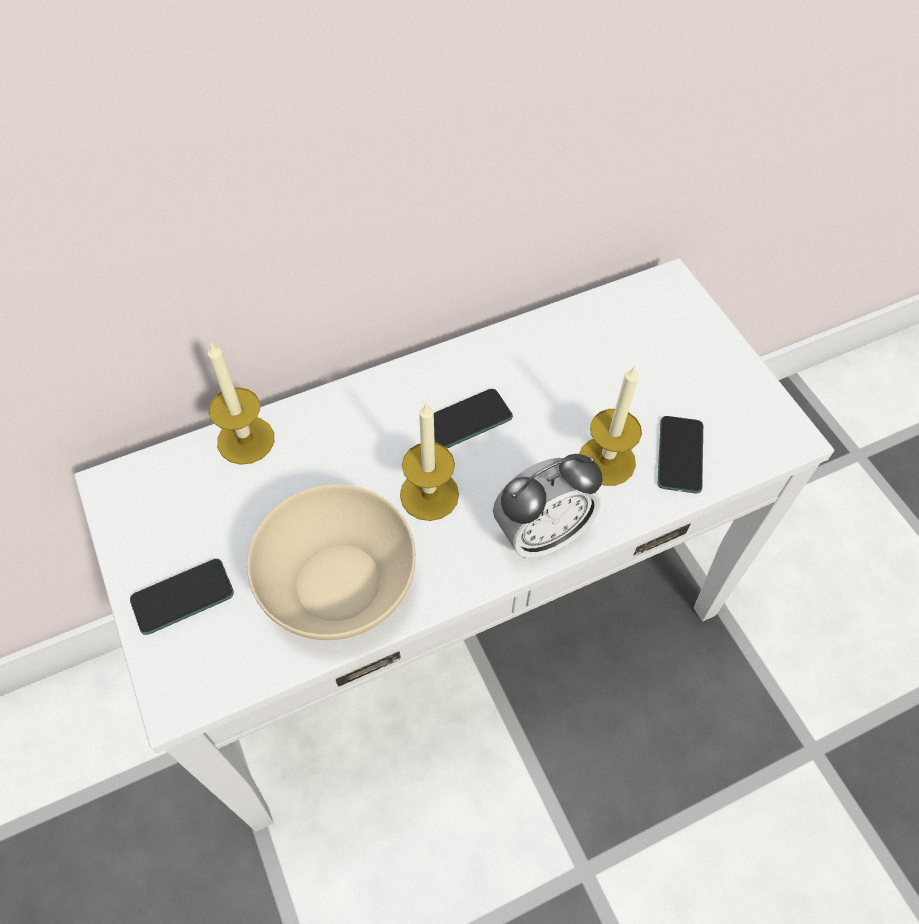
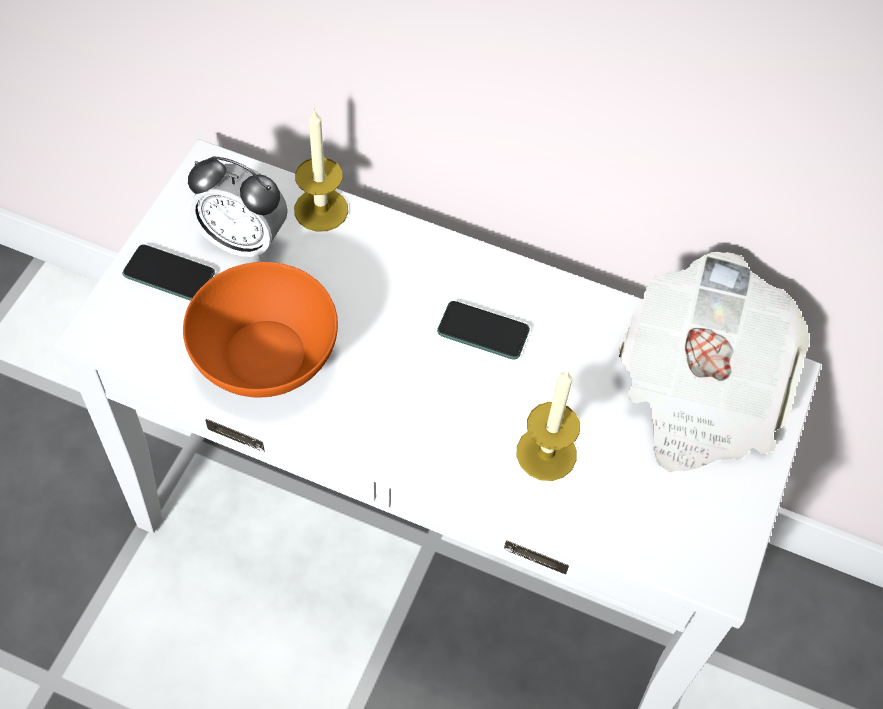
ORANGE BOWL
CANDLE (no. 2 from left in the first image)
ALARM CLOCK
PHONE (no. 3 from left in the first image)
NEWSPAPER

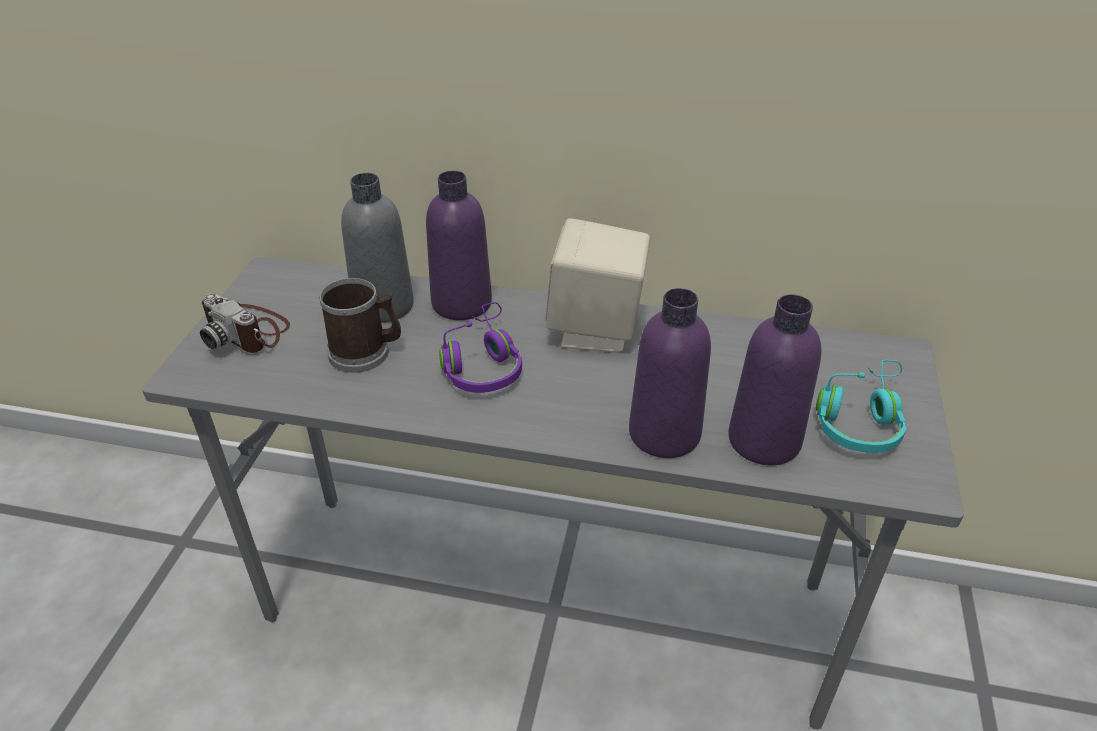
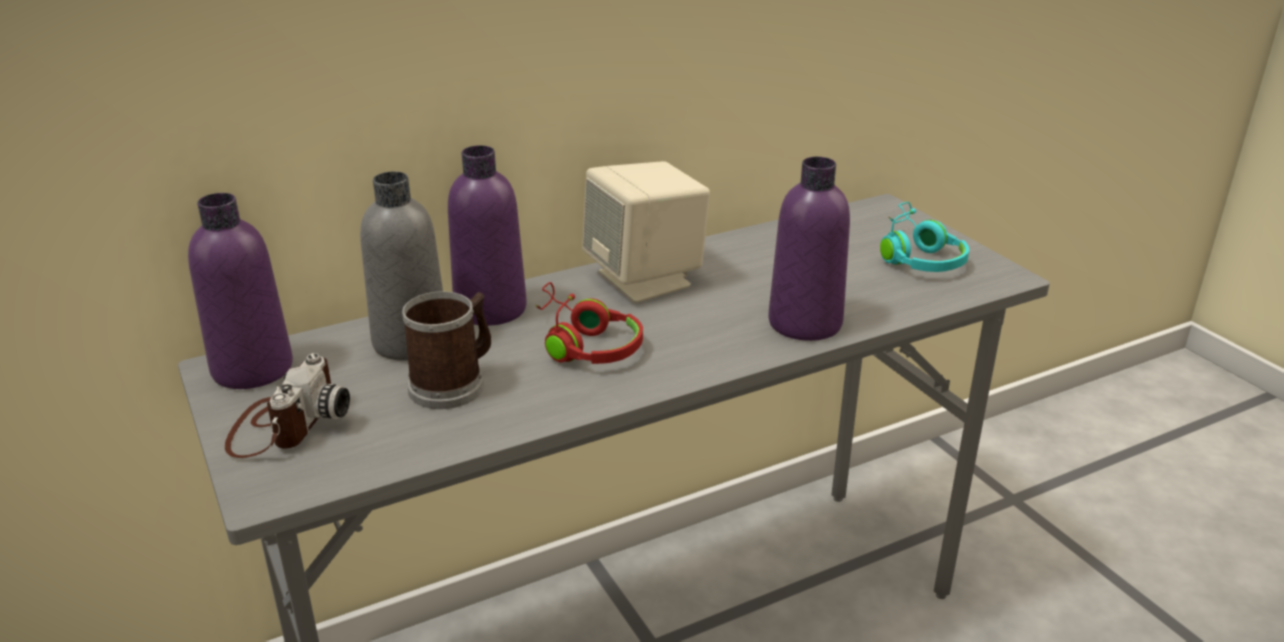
PHOTO CAMERA
RED HEADPHONES
PURPLE BOTTLE (no. 1 from left)

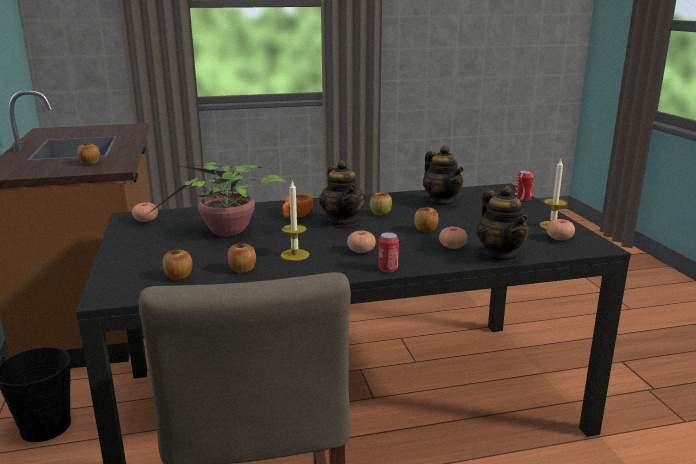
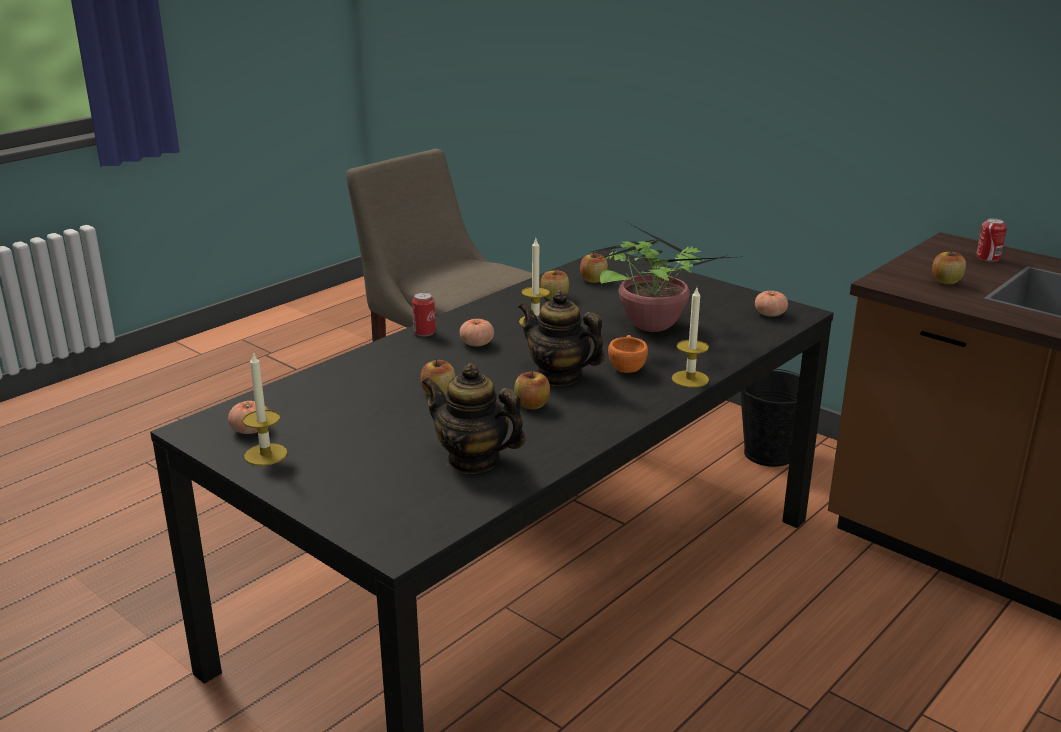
TOMATO (no. 3 from left in the first image)
TEAPOT (no. 3 from left in the first image)
CAN (no. 2 from left)
CANDLE (no. 3 from left)

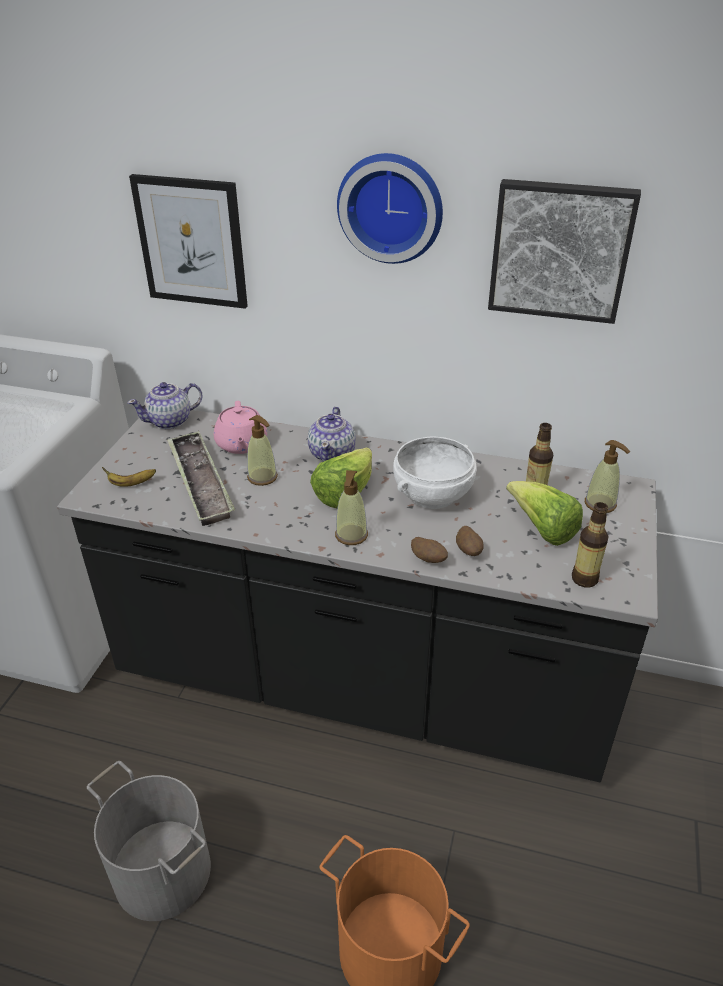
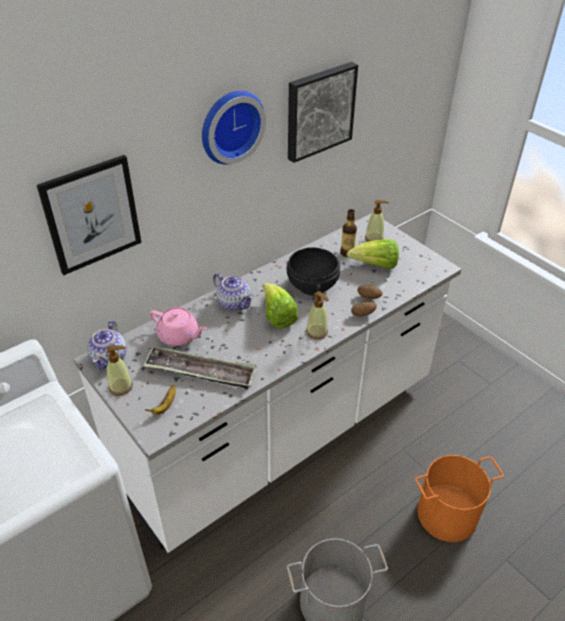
WHITE COUNTER
SOAP DISPENSER (no. 1 from left)
BLACK BOWL
BOTTLE (no. 2 from left in the first image)

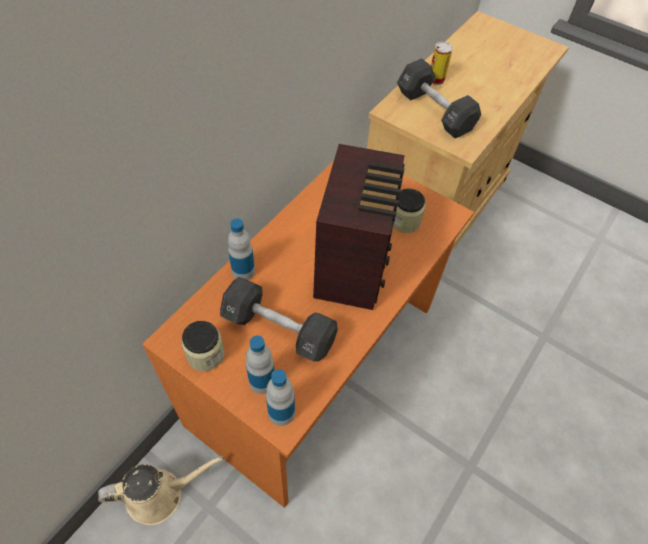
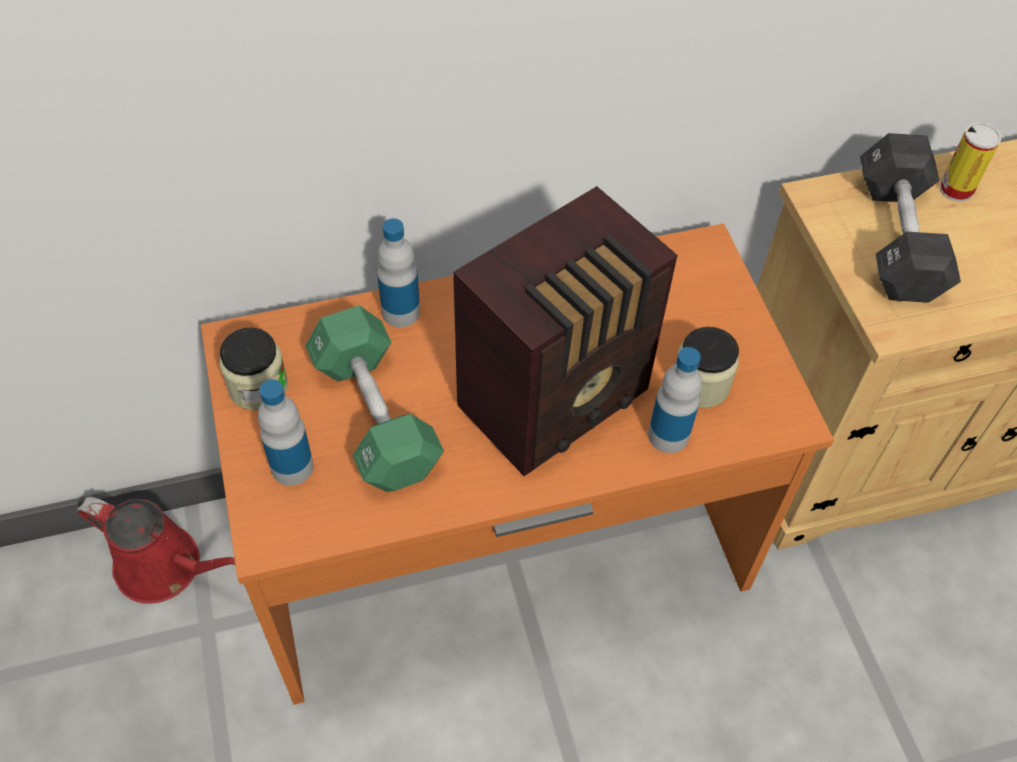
RED WATERING CAN
GREEN DUMBBELL
BOTTLE (no. 3 from left)

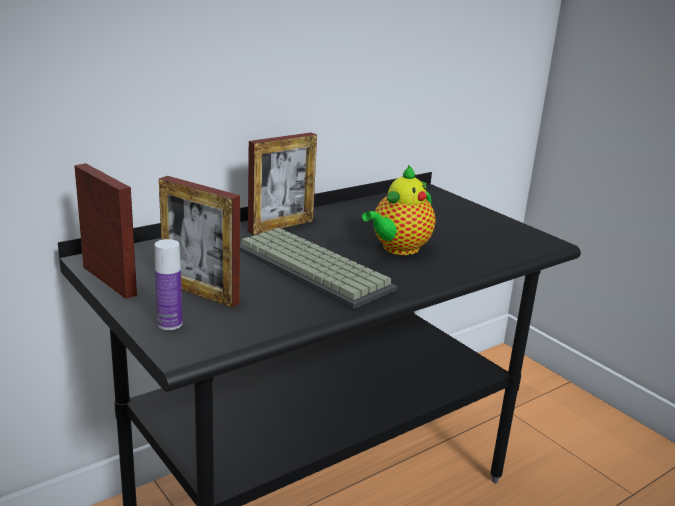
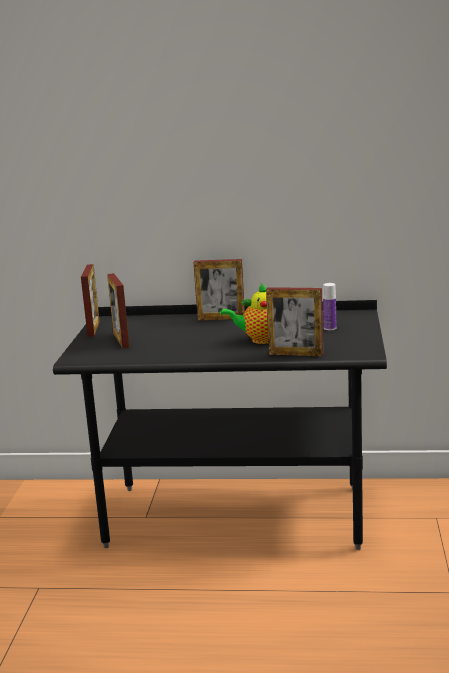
BOTTLE
KEYBOARD
PICTURE FRAME (no. 4 from left)

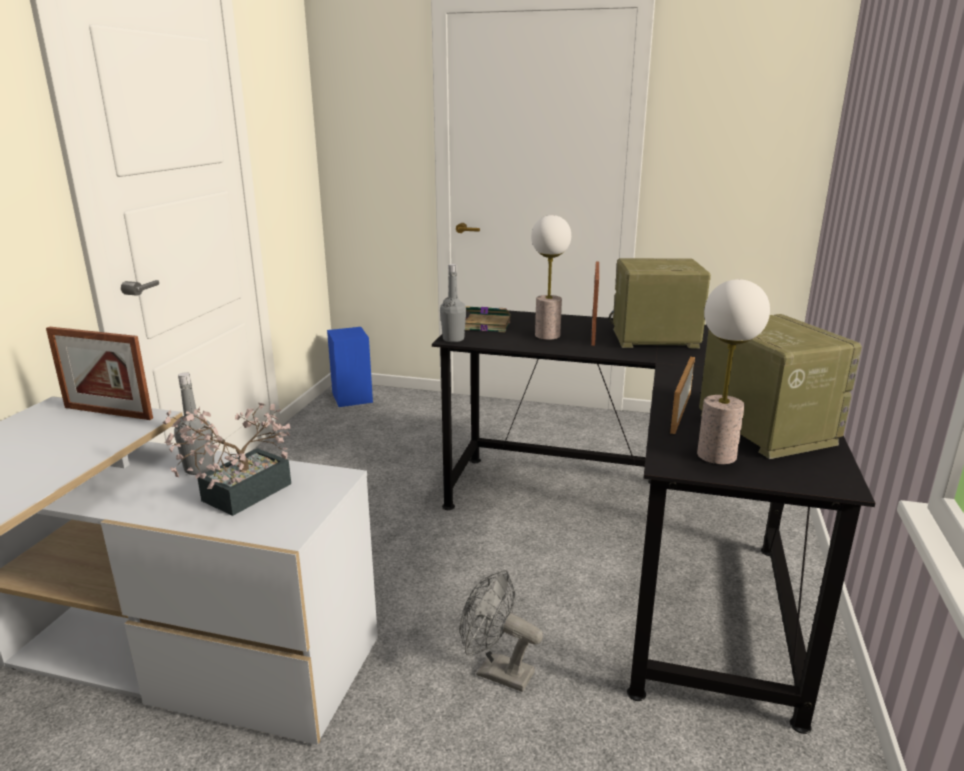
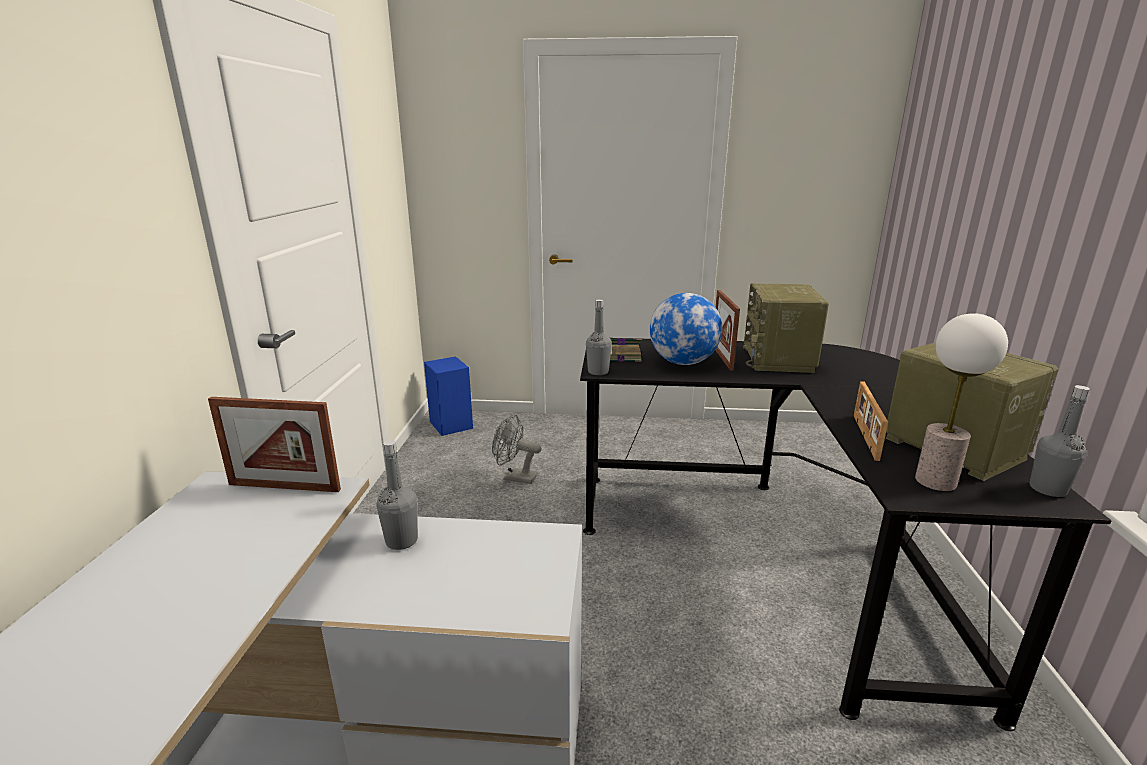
POTTED PLANT
GREY FAN
GLOBE
RADIO (no. 1 from left)
GREY BOTTLE (no. 3 from left)

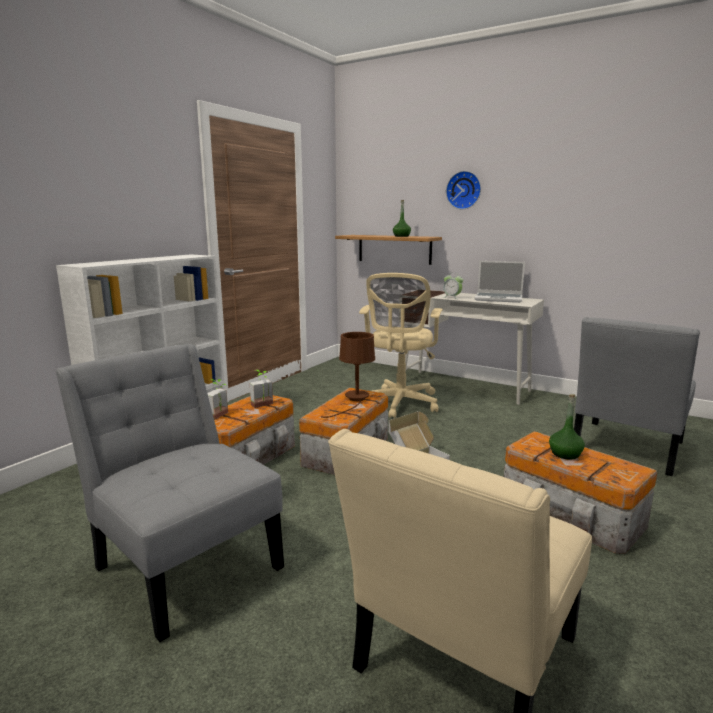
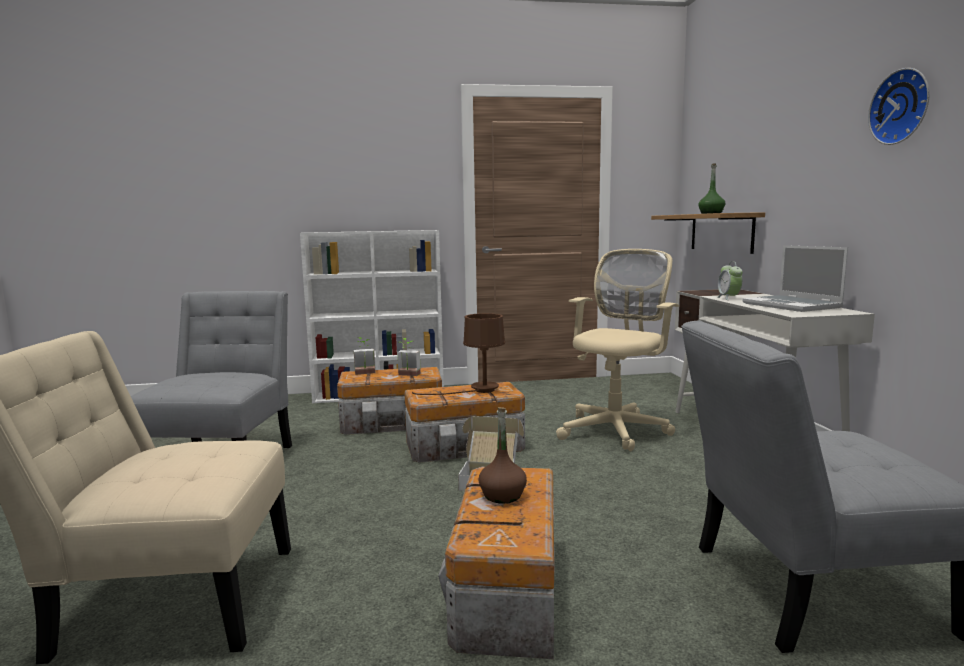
BEIGE OFFICE CHAIR
WALL CLOCK
BROWN BOTTLE

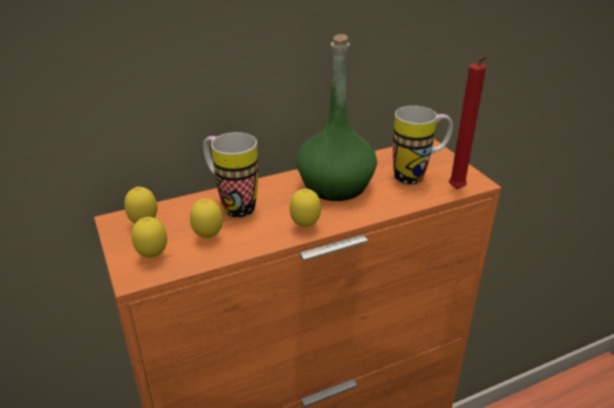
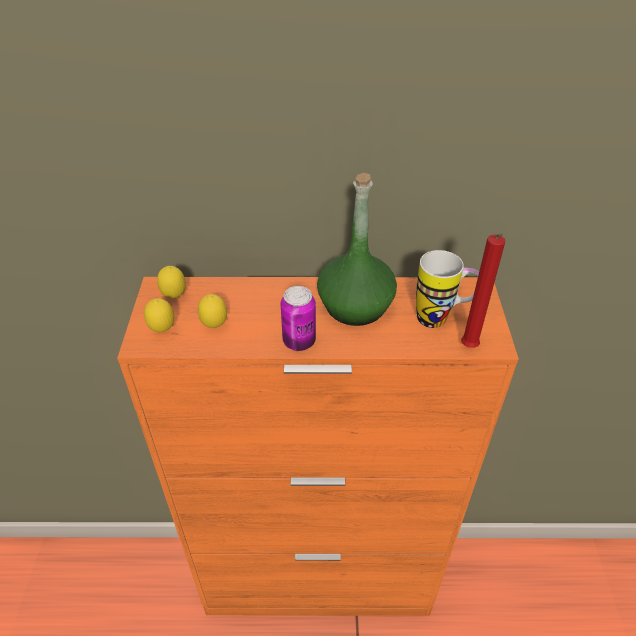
MUG (no. 1 from left in the first image)
CAN

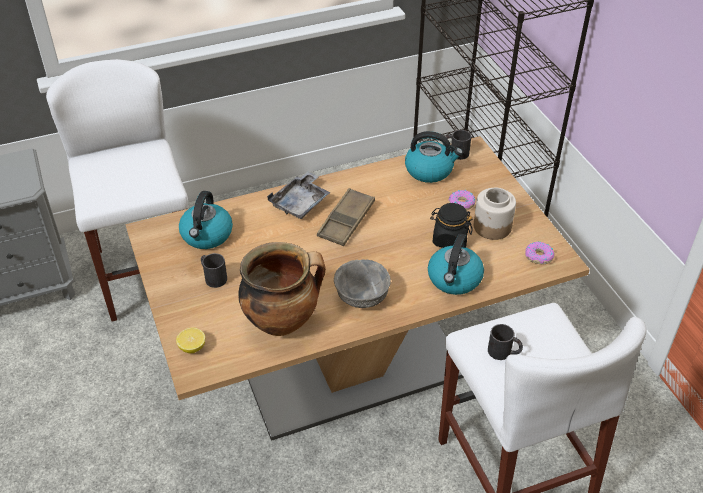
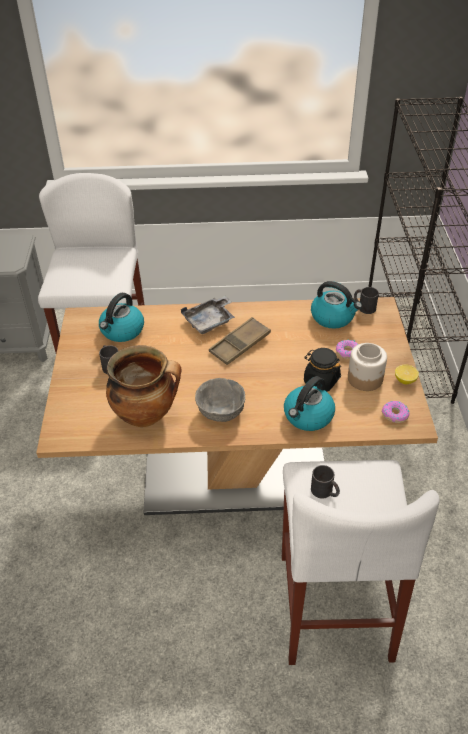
LEMON

